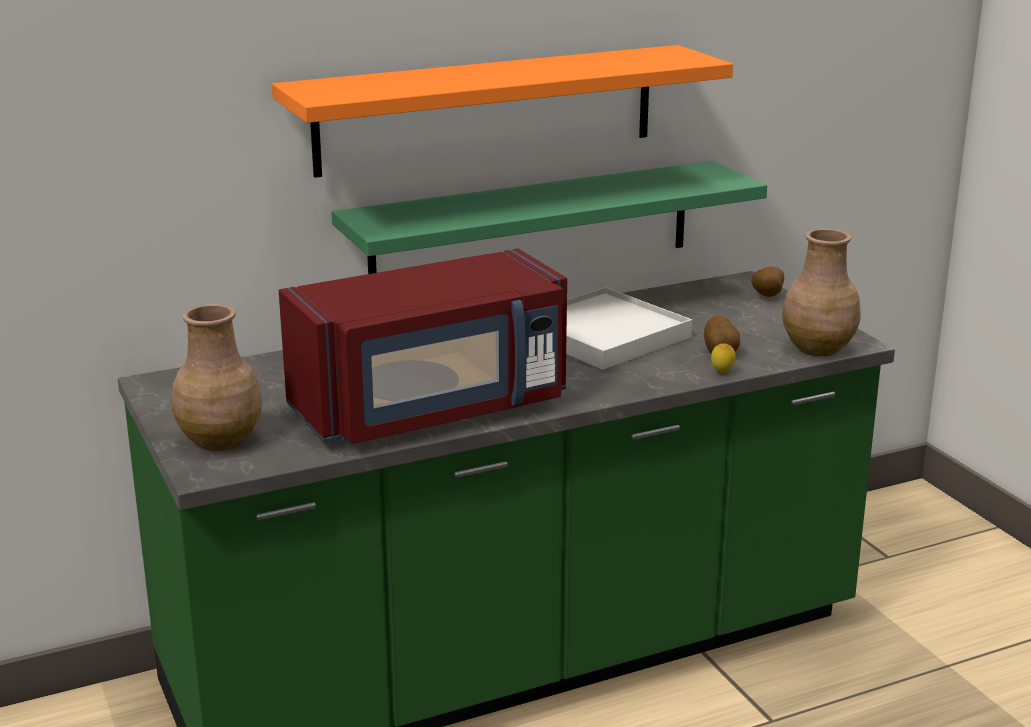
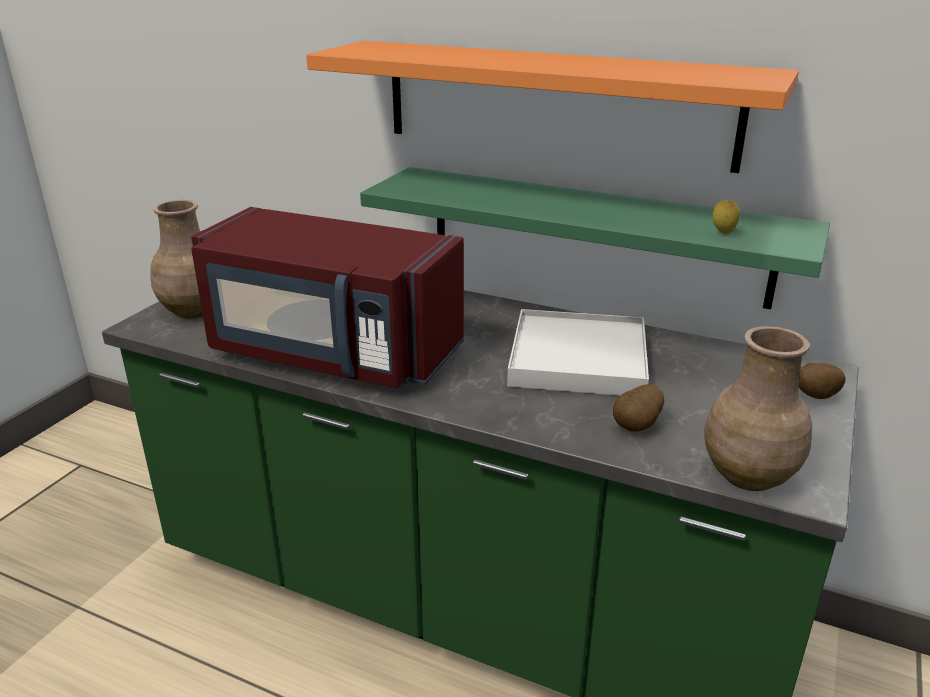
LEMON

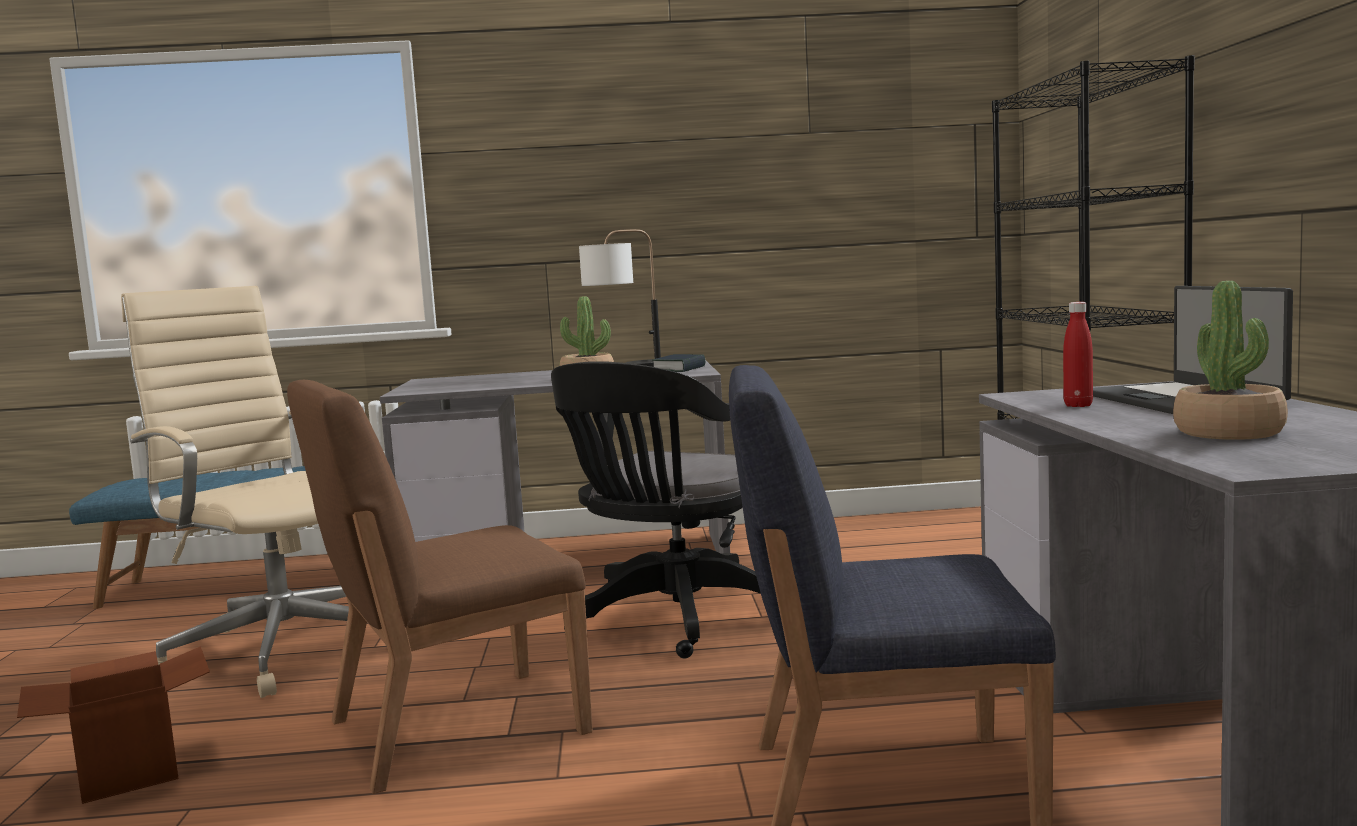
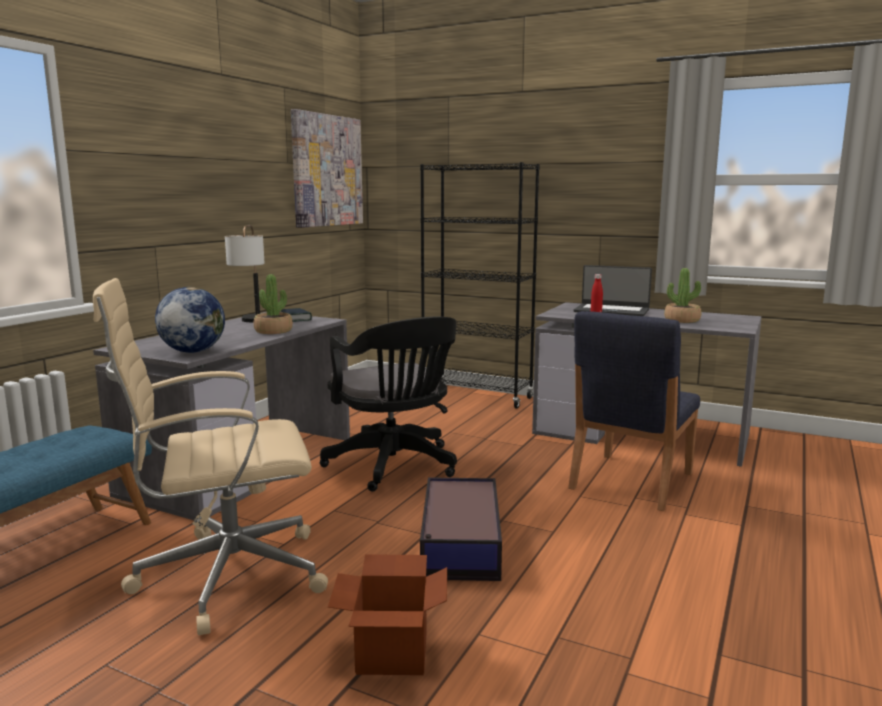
STORAGE BOX
GLOBE
PICTURE

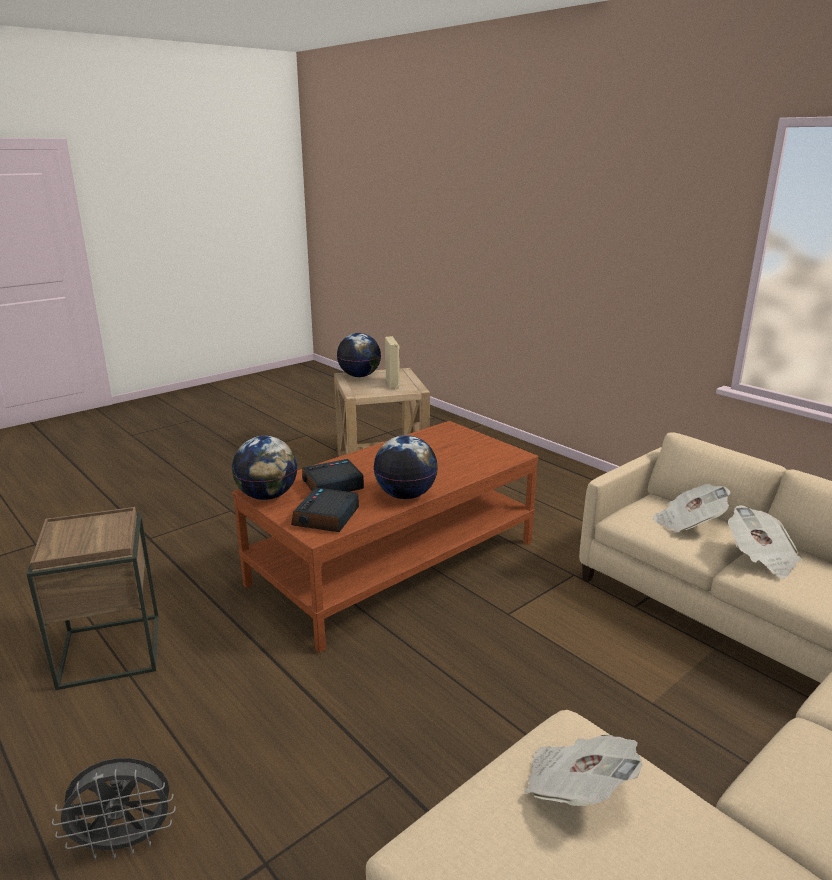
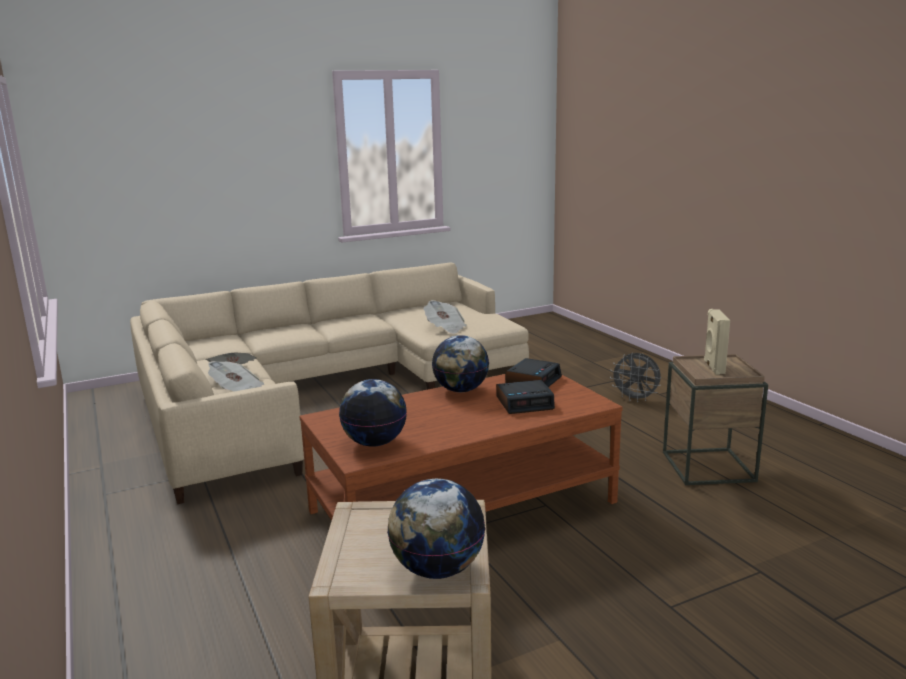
GREY FAN
GLOBE (no. 1 from left)
BEIGE SPEAKER

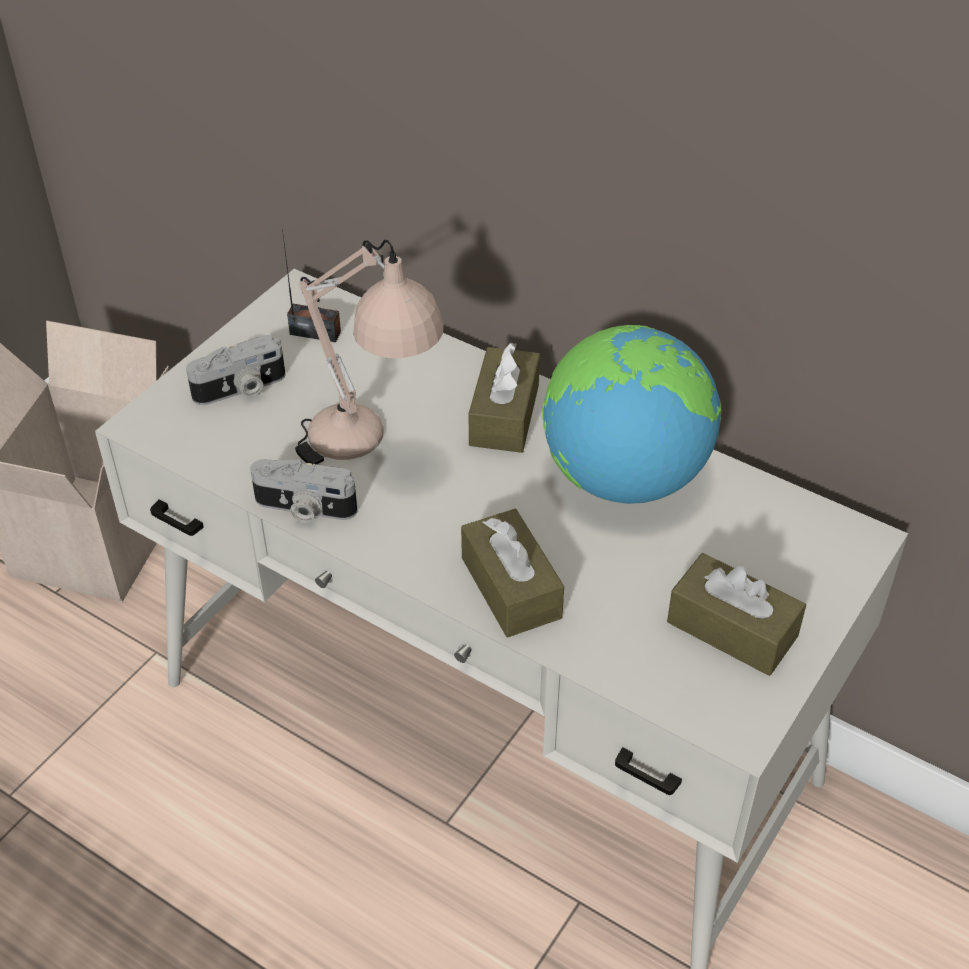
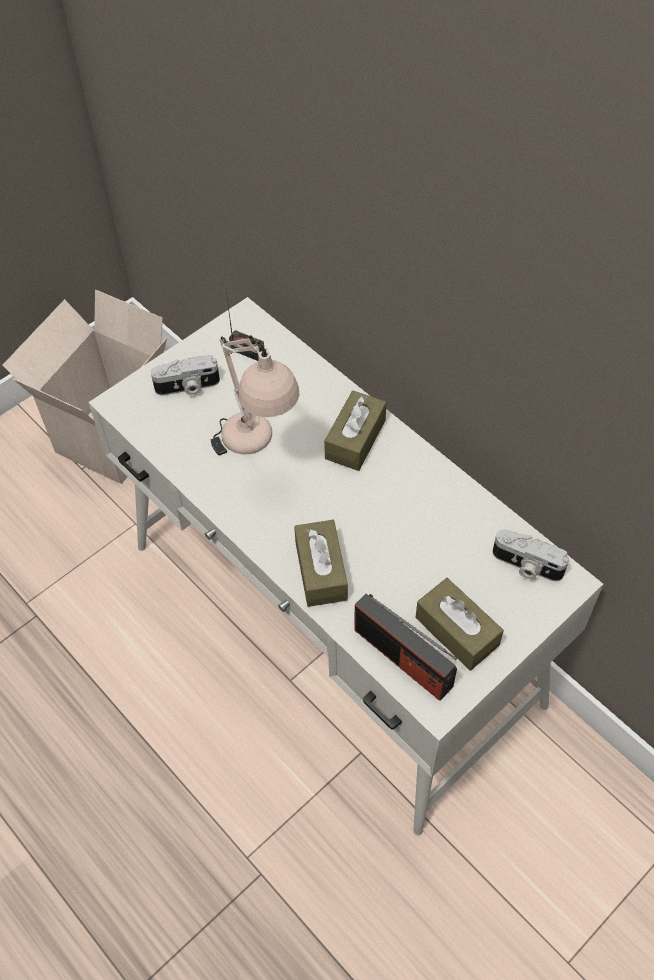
PHOTO CAMERA (no. 2 from left)
GLOBE
RADIO (no. 2 from left)

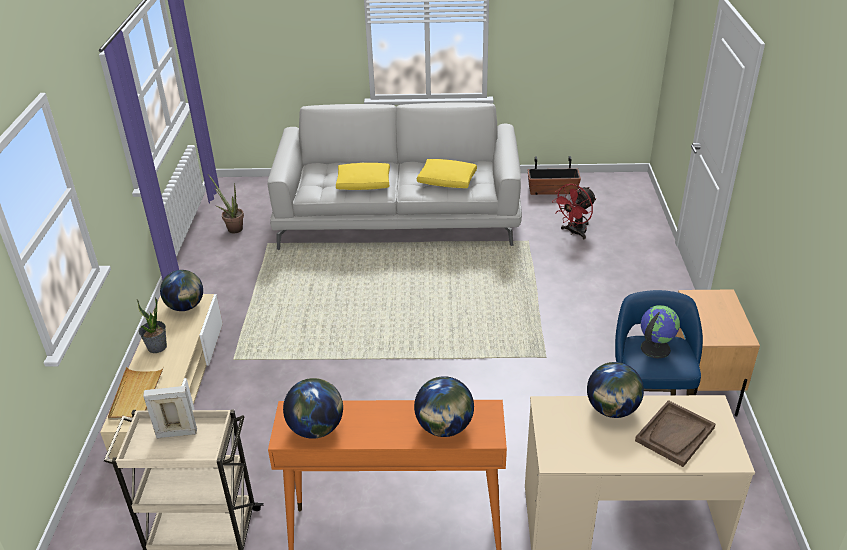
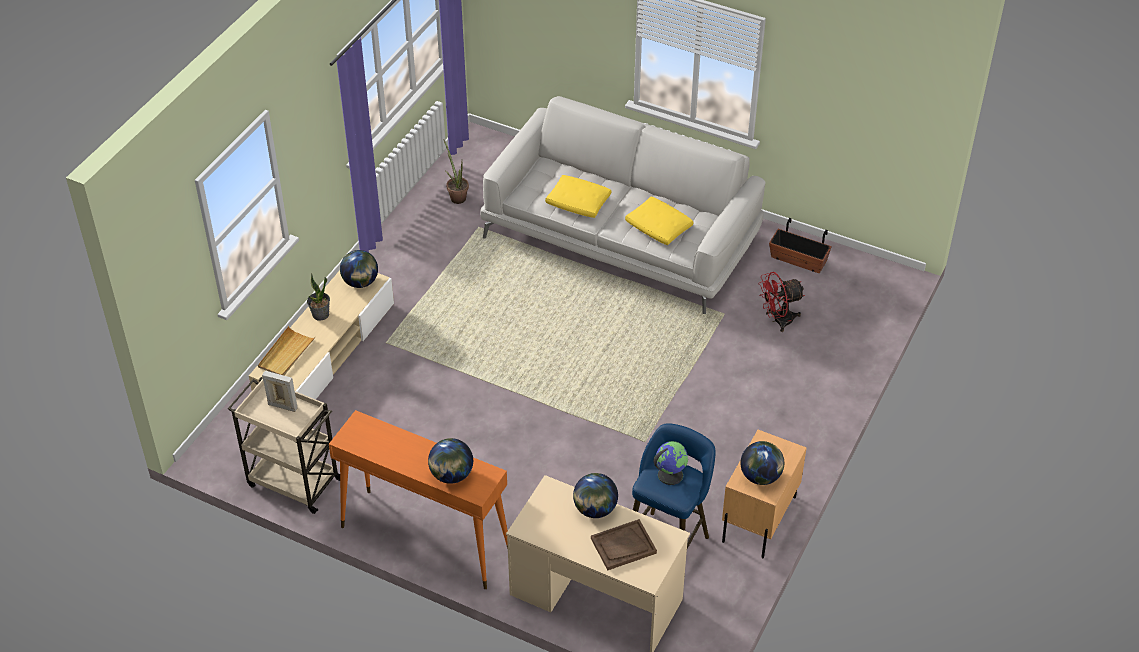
GLOBE (no. 5 from left)

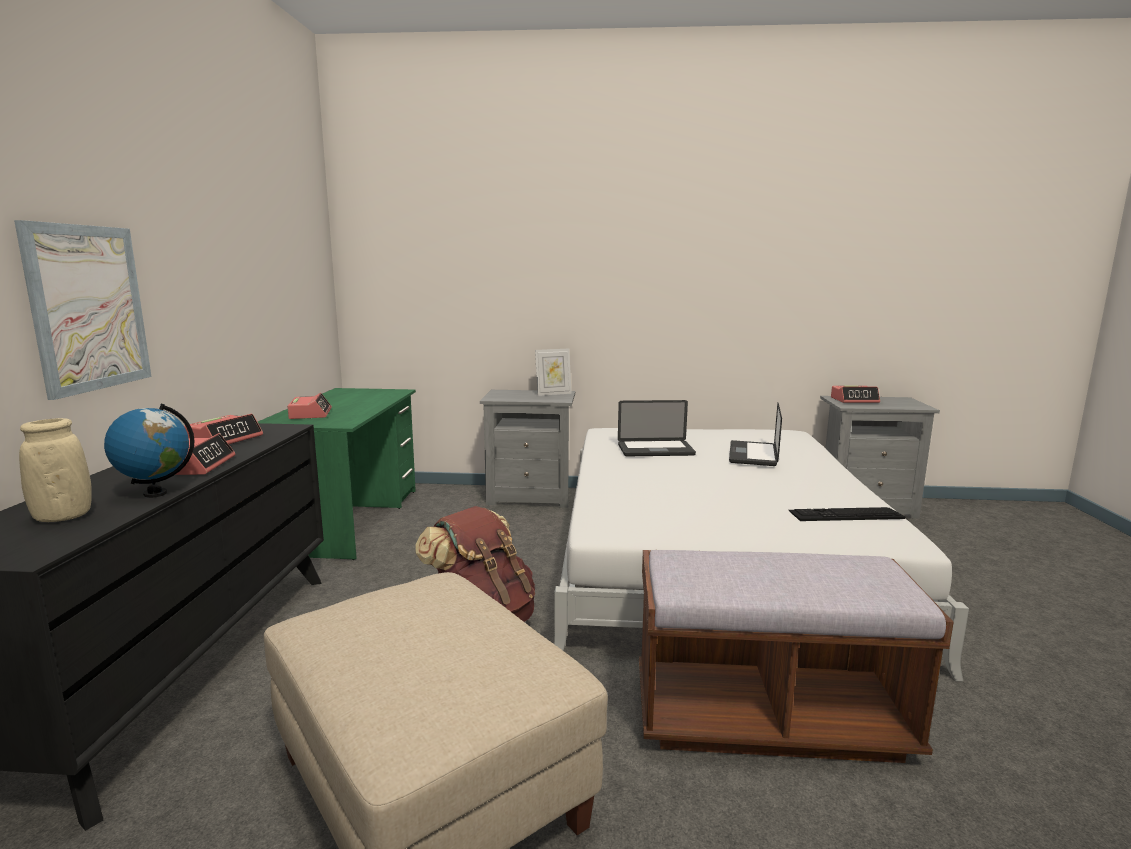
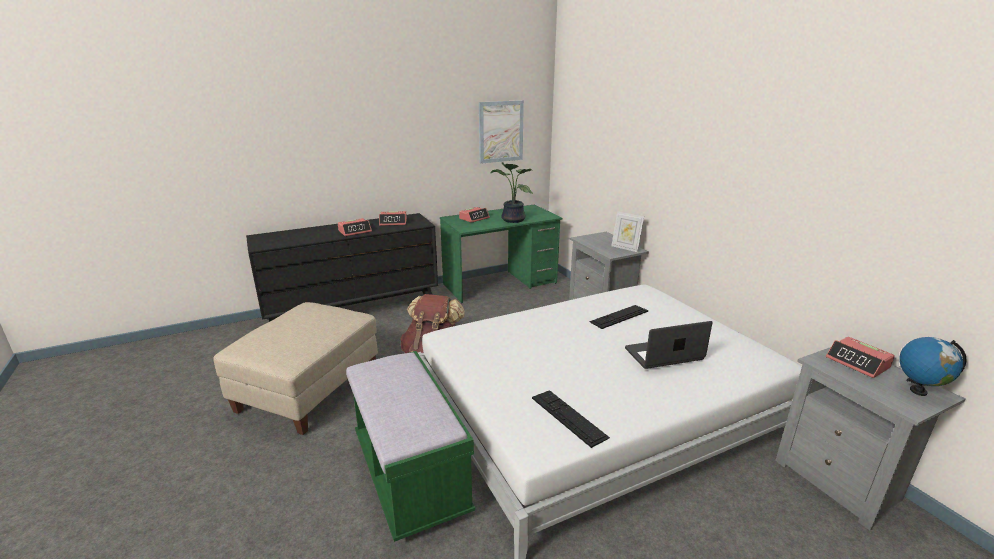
PICTURE
BEIGE VASE
GLOBE
KEYBOARD (no. 2 from left)
GREEN BENCH
POTTED PLANT

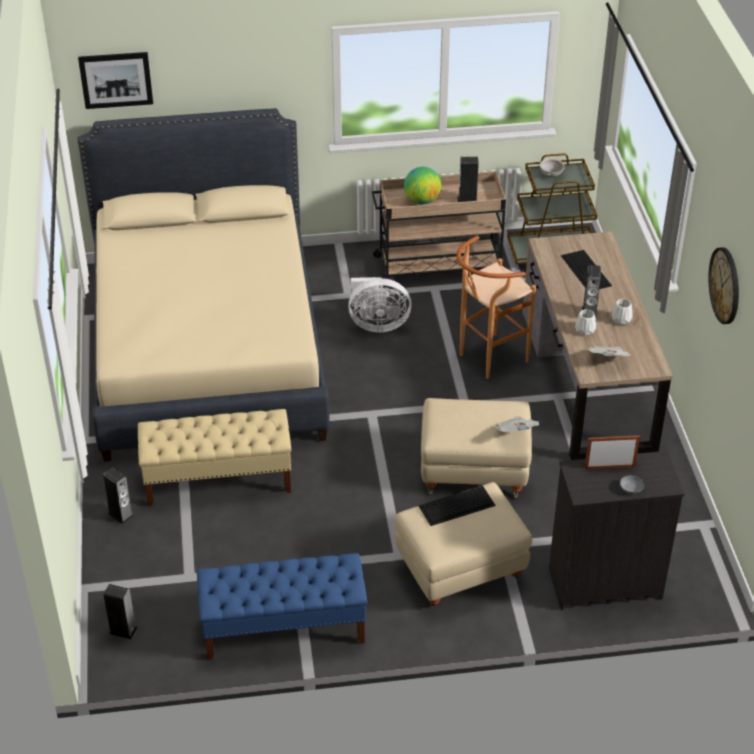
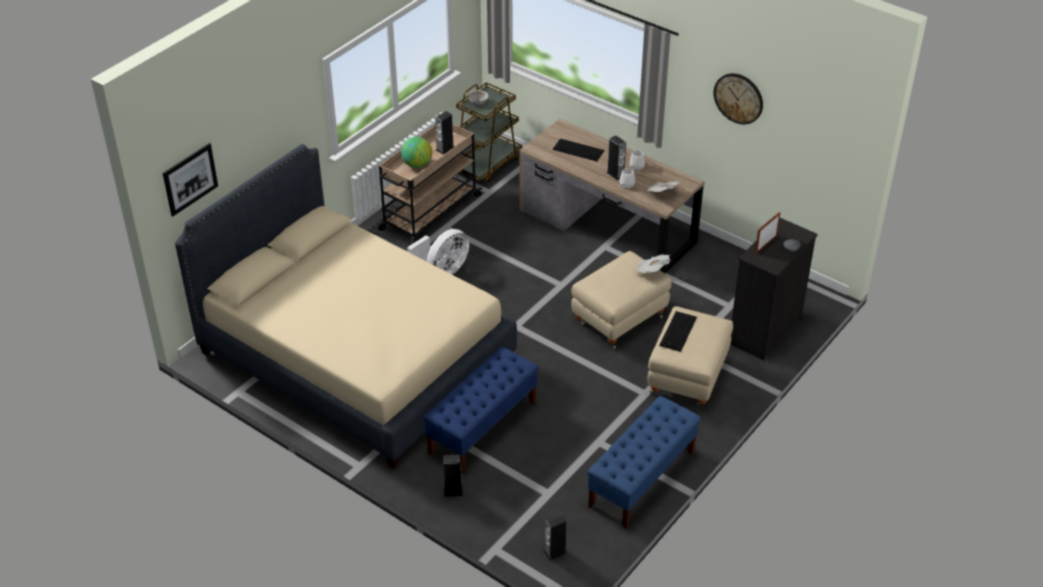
BLUE BENCH (no. 1 from left)
BROWN STOOL

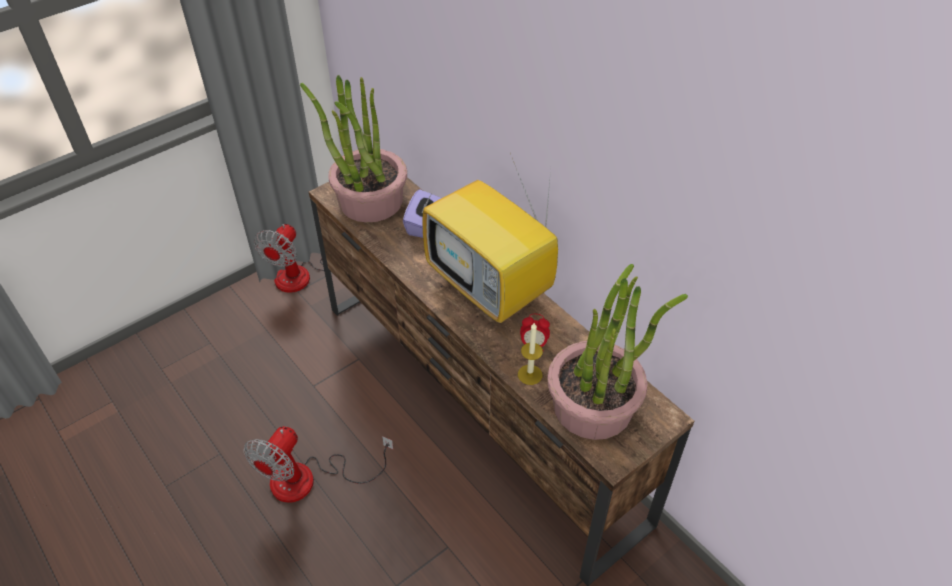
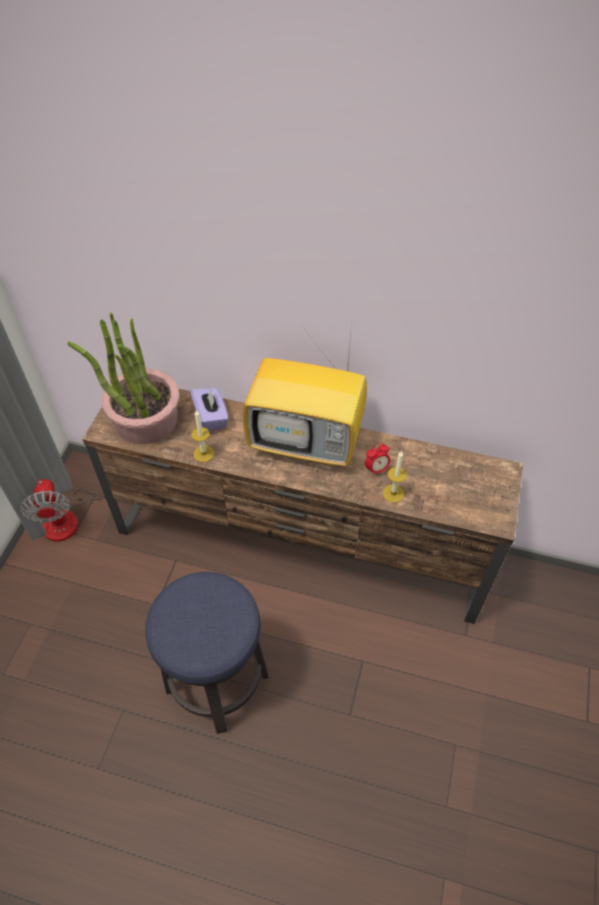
STOOL
POTTED PLANT (no. 2 from left in the first image)
CANDLE (no. 1 from left)

